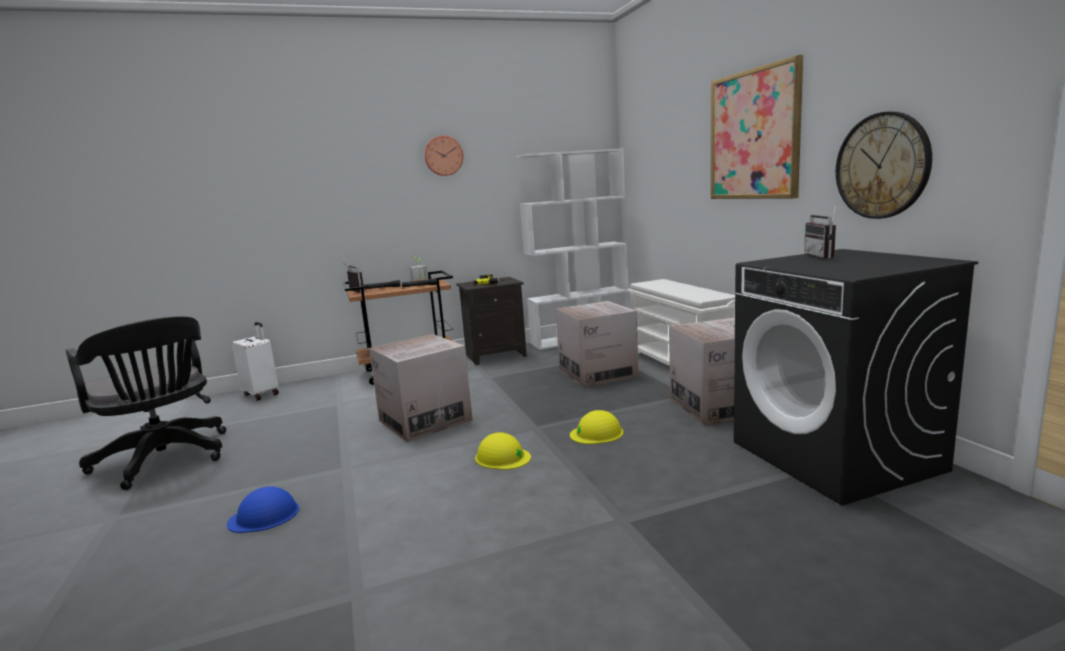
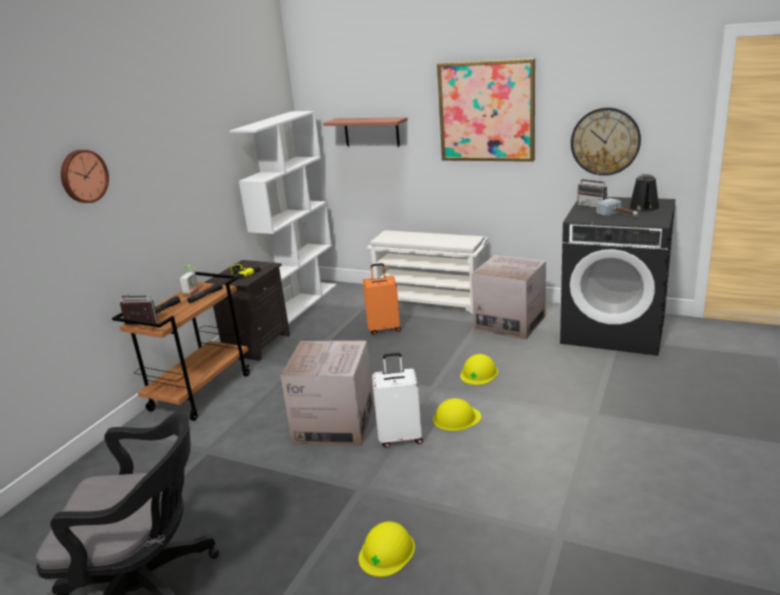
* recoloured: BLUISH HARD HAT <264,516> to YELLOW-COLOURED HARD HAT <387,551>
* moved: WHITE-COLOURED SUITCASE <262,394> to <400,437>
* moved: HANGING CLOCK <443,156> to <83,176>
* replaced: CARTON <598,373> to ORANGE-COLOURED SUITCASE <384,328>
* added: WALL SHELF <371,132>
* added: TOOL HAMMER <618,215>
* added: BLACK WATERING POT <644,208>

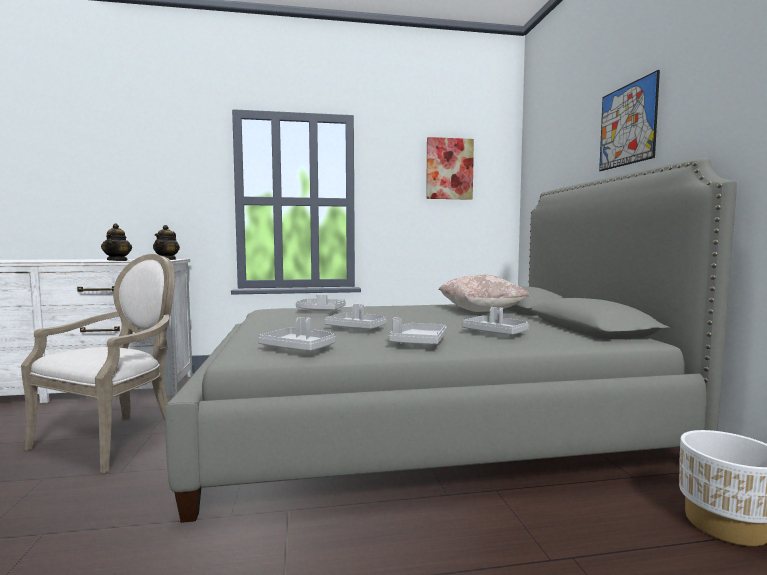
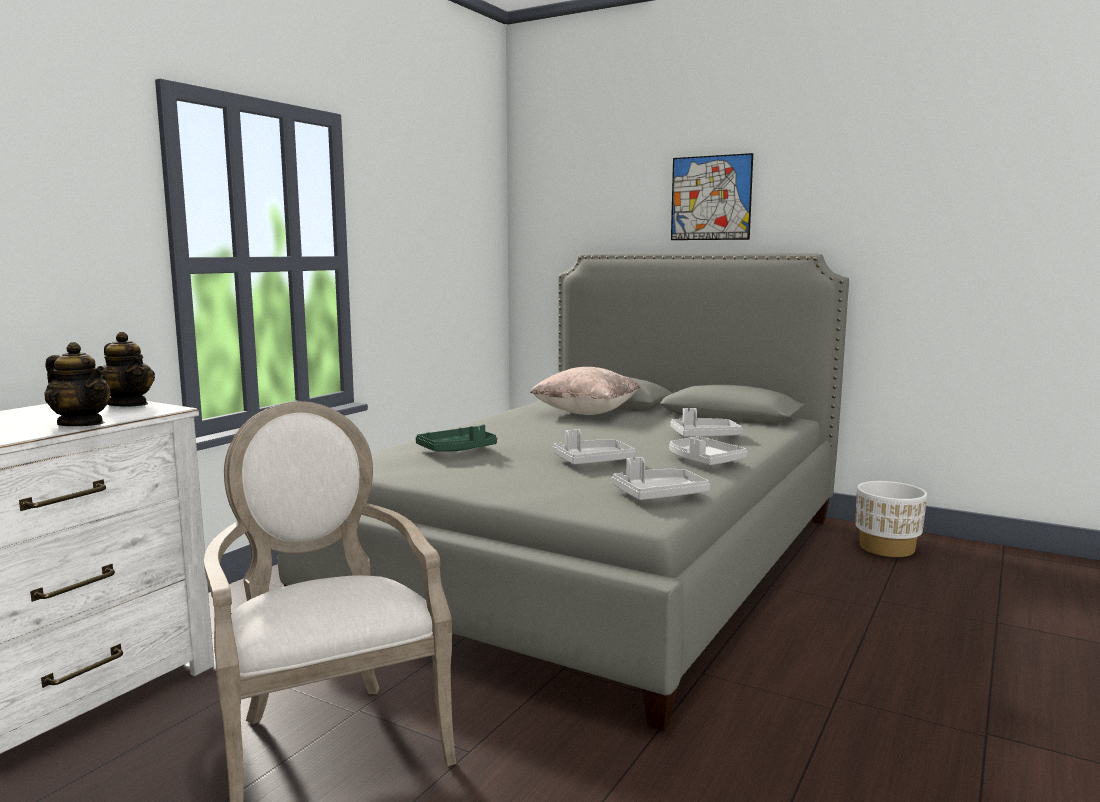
* recoloured: GRAY SERVING TRAY <320,311> to GREEN-COLOURED SERVING TRAY <457,450>
* removed: WALL PICTURE <449,169>

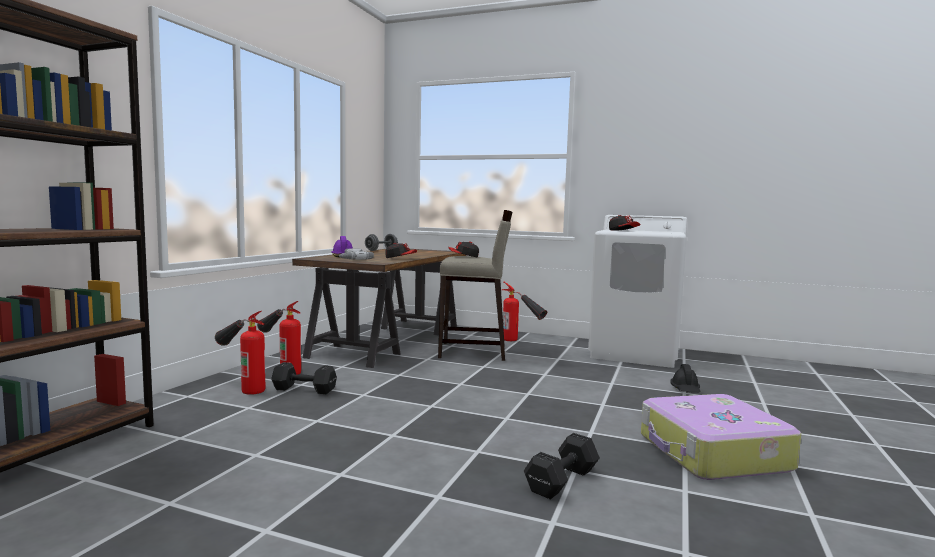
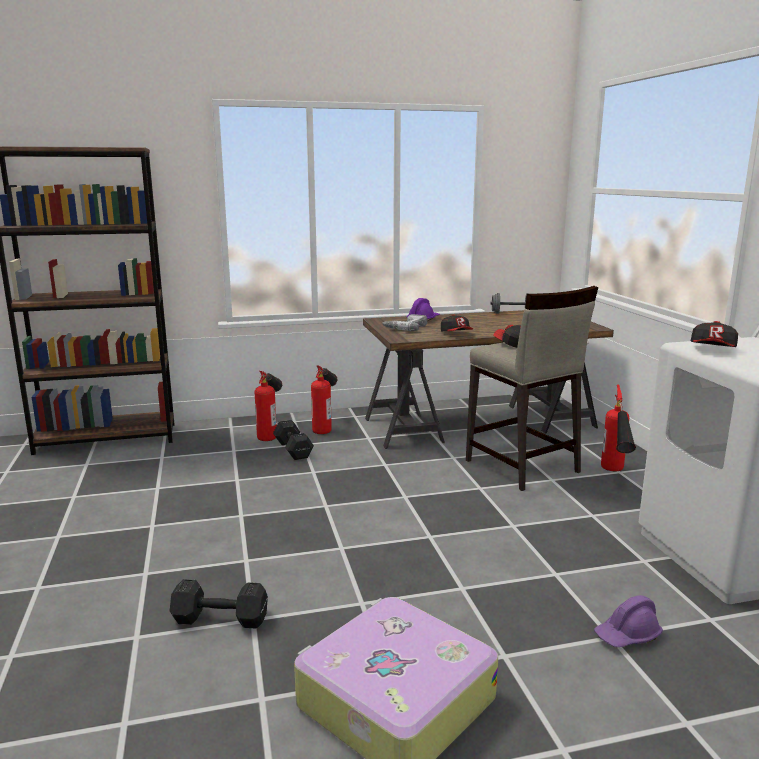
* recoloured: BLACK HARD HAT <685,390> to PURPLE-COLOURED HARD HAT <627,635>

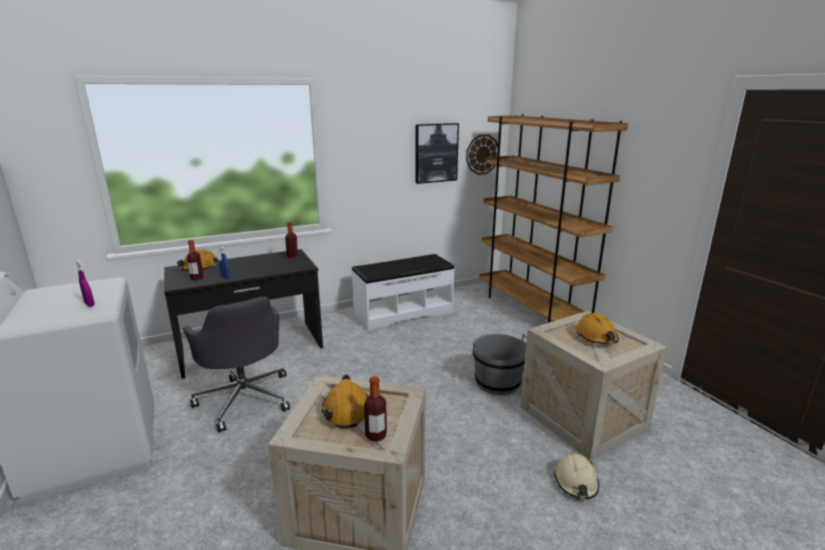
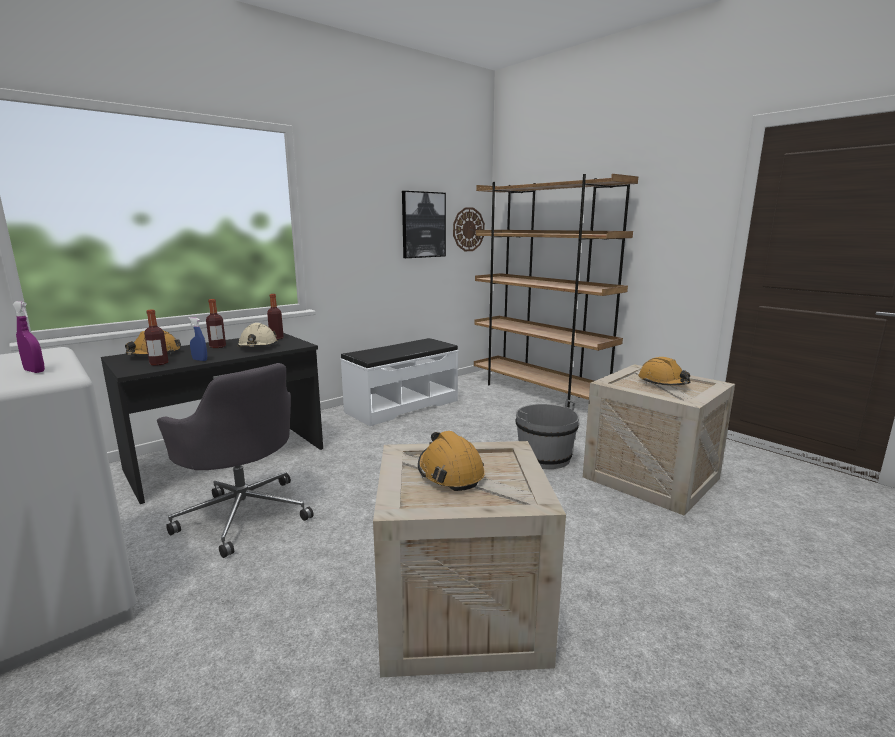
* moved: DRINK BOTTLE <376,435> to <217,346>
* moved: BEIGE-COLOURED HARD HAT <576,482> to <258,346>

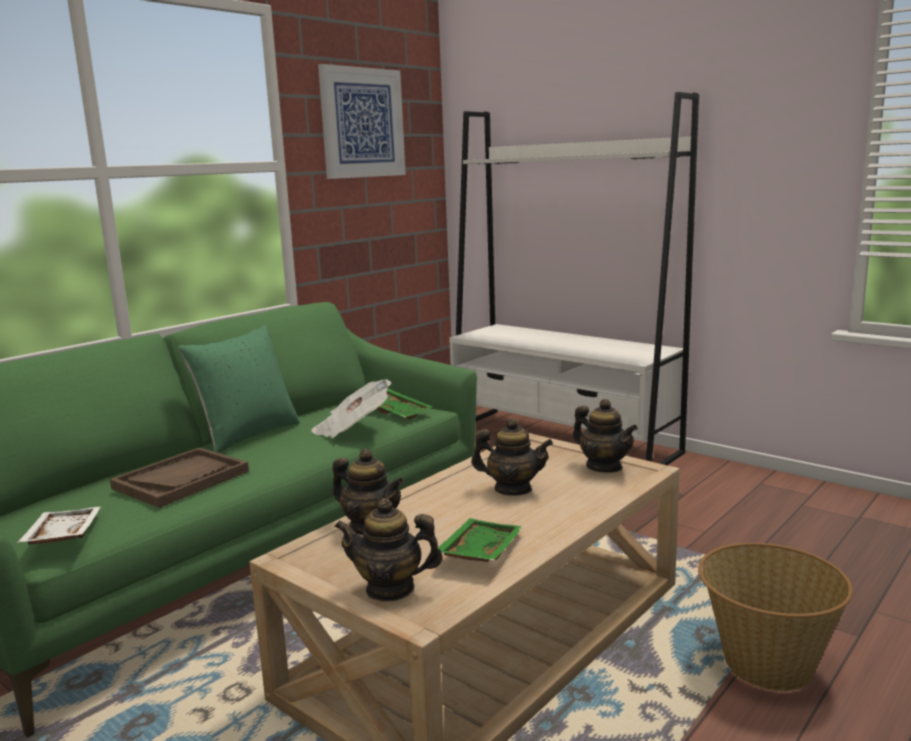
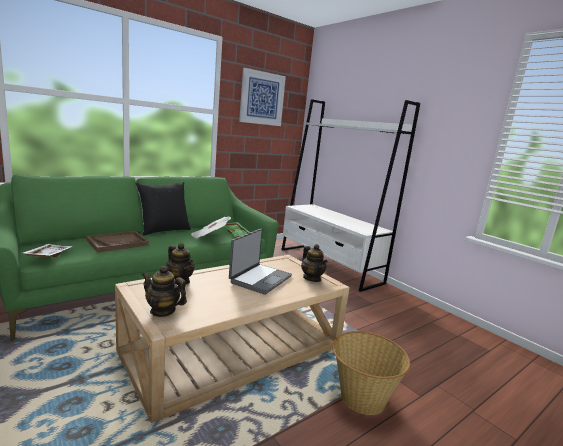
* recoloured: GREEN-COLOURED PILLOW <247,435> to BLACK PILLOW <164,230>
* removed: GREEN-COLOURED SERVING TRAY <479,552>
* replaced: TEA POT <512,489> to NOTEBOOK COMPUTER <260,279>

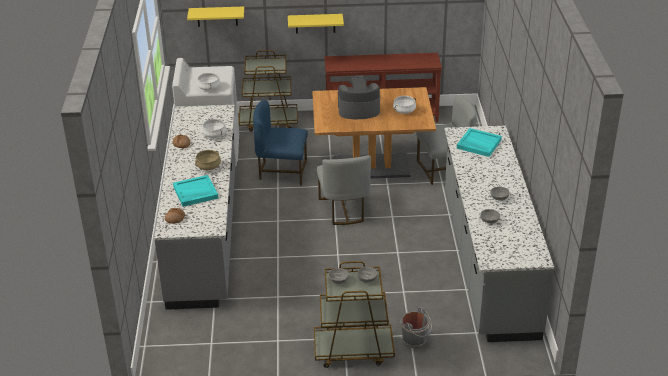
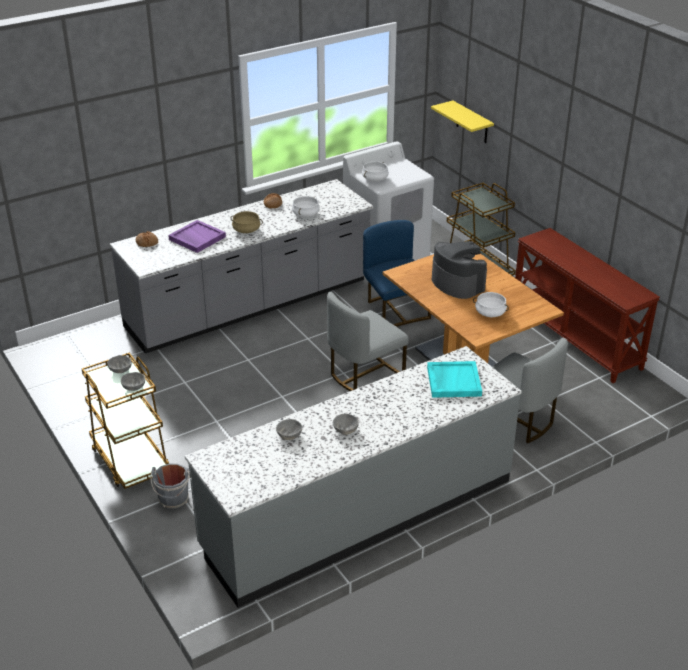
* recoloured: TURQUOISE-COLOURED SERVING TRAY <195,192> to PURPLE-COLOURED SERVING TRAY <196,238>
* removed: YELLOW-COLOURED WALL SHELF <315,23>

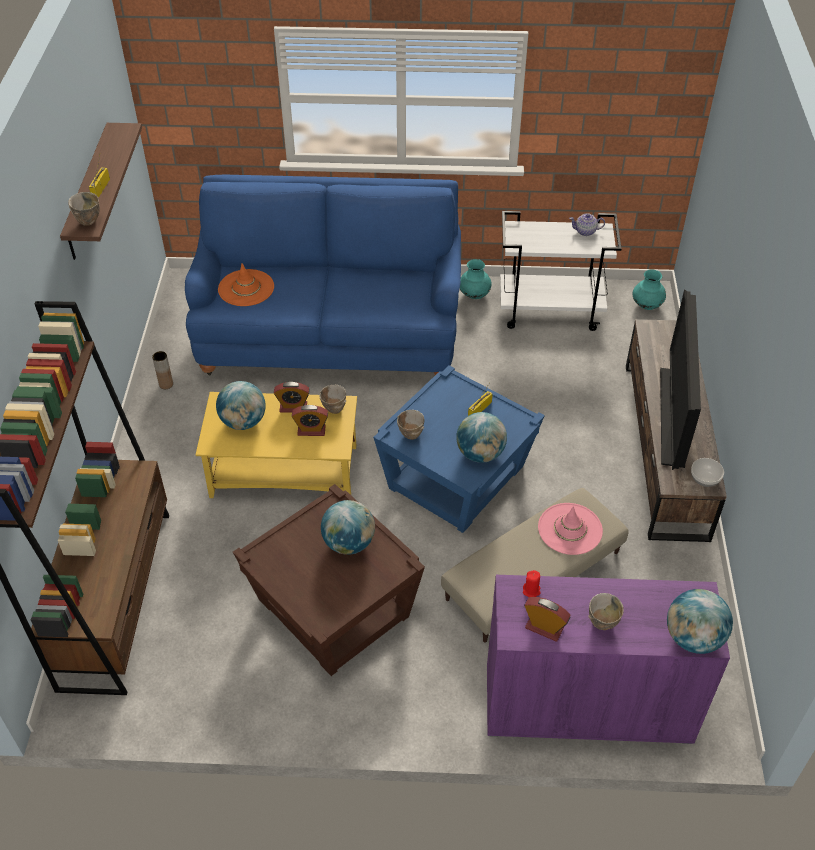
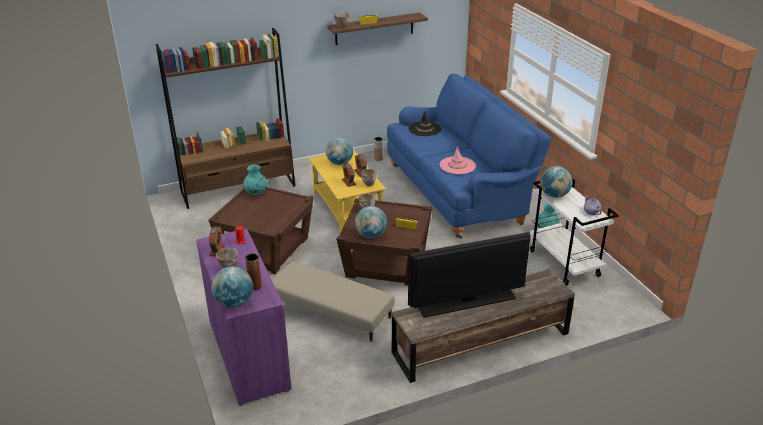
* recoloured: ORANGE-COLOURED HAT <246,288> to BLACK HAT <425,129>
* moved: WORLD GLOBE <349,543> to <554,195>
* recoloured: BLUISH SIDE TABLE <457,478> to BROWNISH SIDE TABLE <385,264>
* moved: PINK-COLOURED HAT <570,529> to <457,165>
* moved: TURQUOISE-COLOURED FLOWER VASE <647,306> to <256,193>
* removed: BOWL <705,479>
* added: BROWNISH FLOWER VASE <255,286>

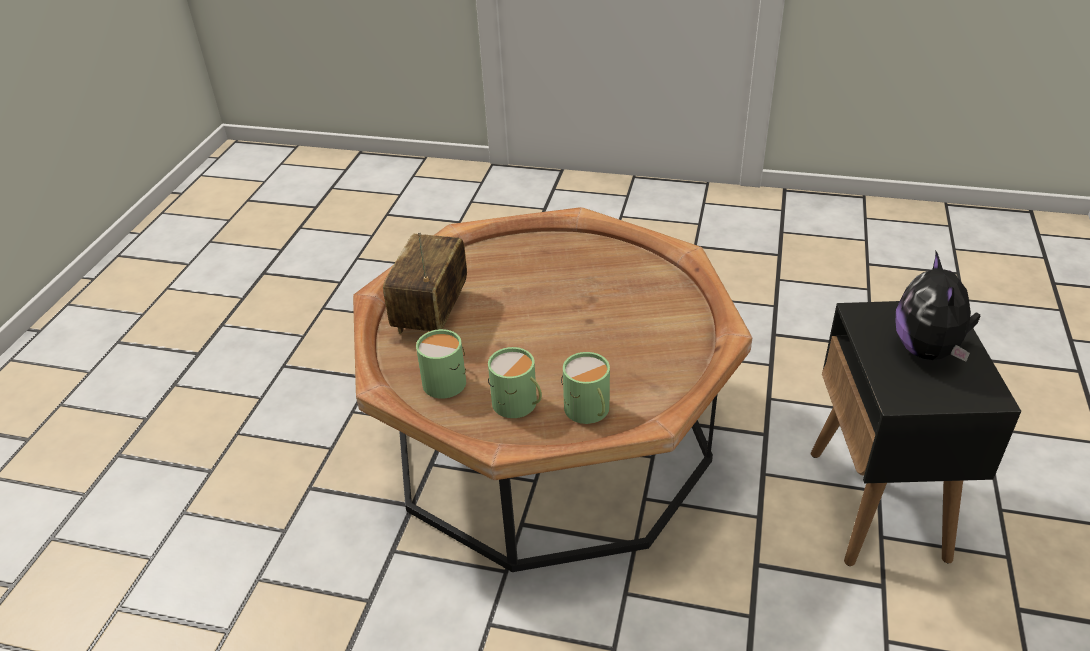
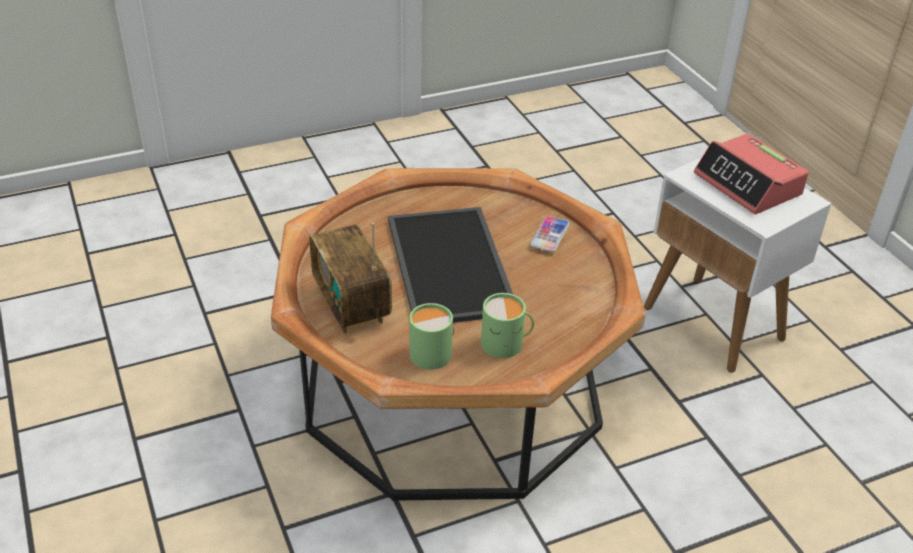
* removed: GREEN-COLOURED COFFEE MUG <588,411>
* recoloured: BLACK SIDE TABLE <878,506> to WHITE-COLOURED SIDE TABLE <714,324>
* replaced: CUDDLY TOY <928,350> to ALARM CLOCK <748,185>
* added: SERVING TRAY <453,266>
* added: TELEPHONE <550,235>

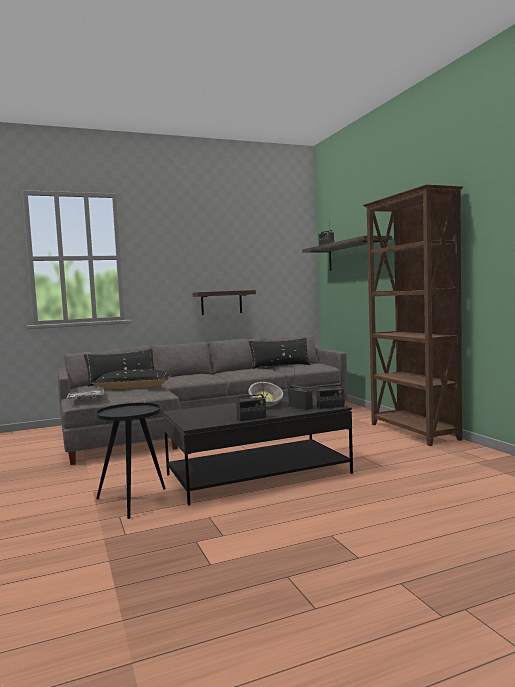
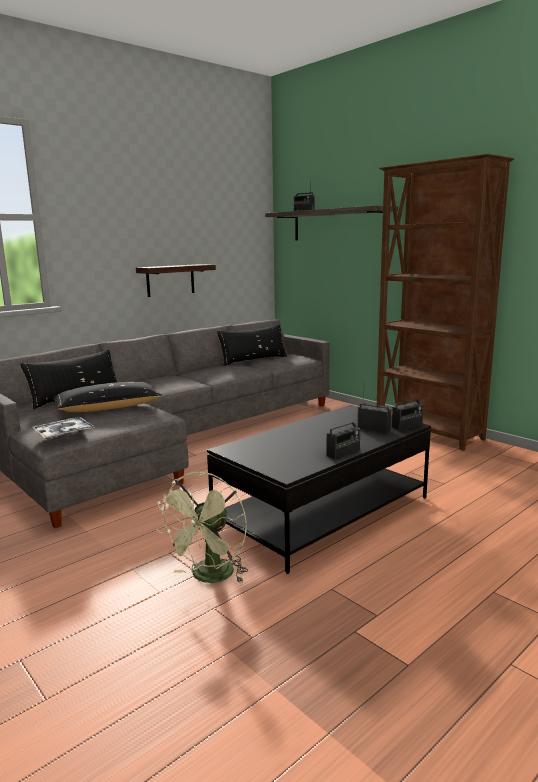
* replaced: BLACK SIDE TABLE <134,501> to GREEN-COLOURED COOLING FAN <209,577>
* removed: BOWL <266,406>

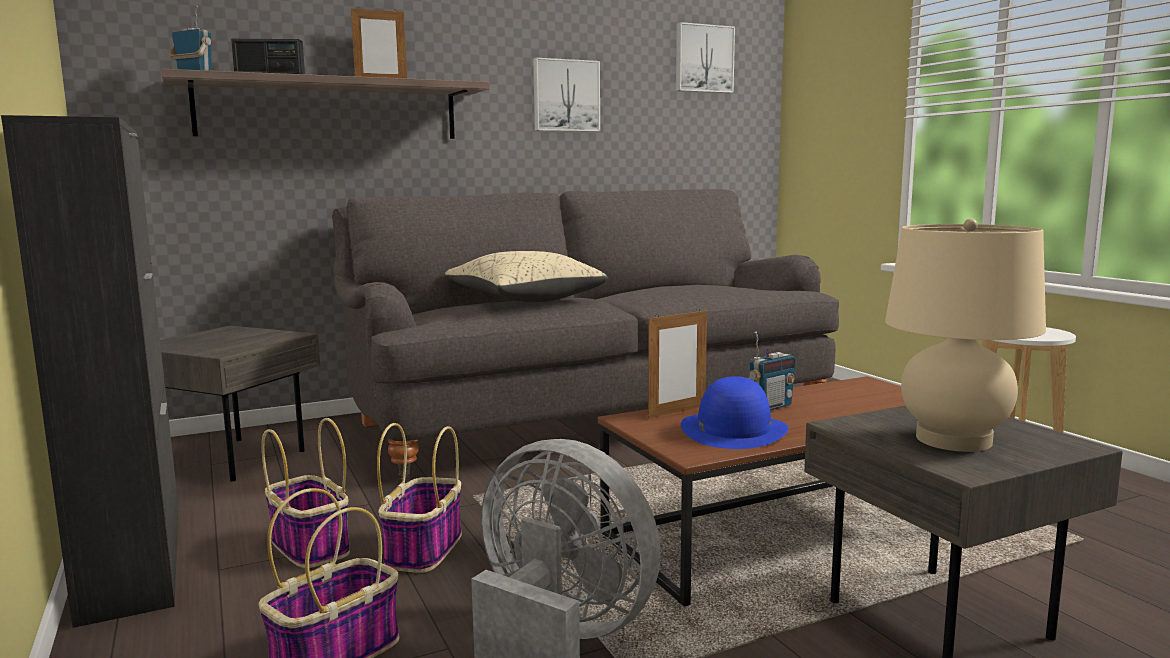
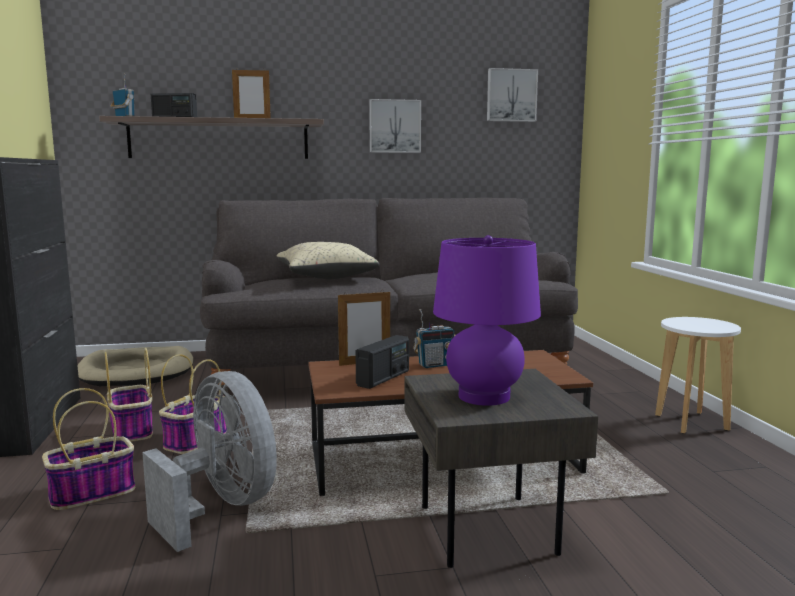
* replaced: GRAY SIDE TABLE <236,457> to BEIGE-COLOURED DOG BED <137,371>
* replaced: BLUISH HAT <733,430> to RADIO SET <383,378>
* recoloured: BEIGE-COLOURED TABLETOP LAMP <953,440> to PURPLE-COLOURED TABLETOP LAMP <484,396>

